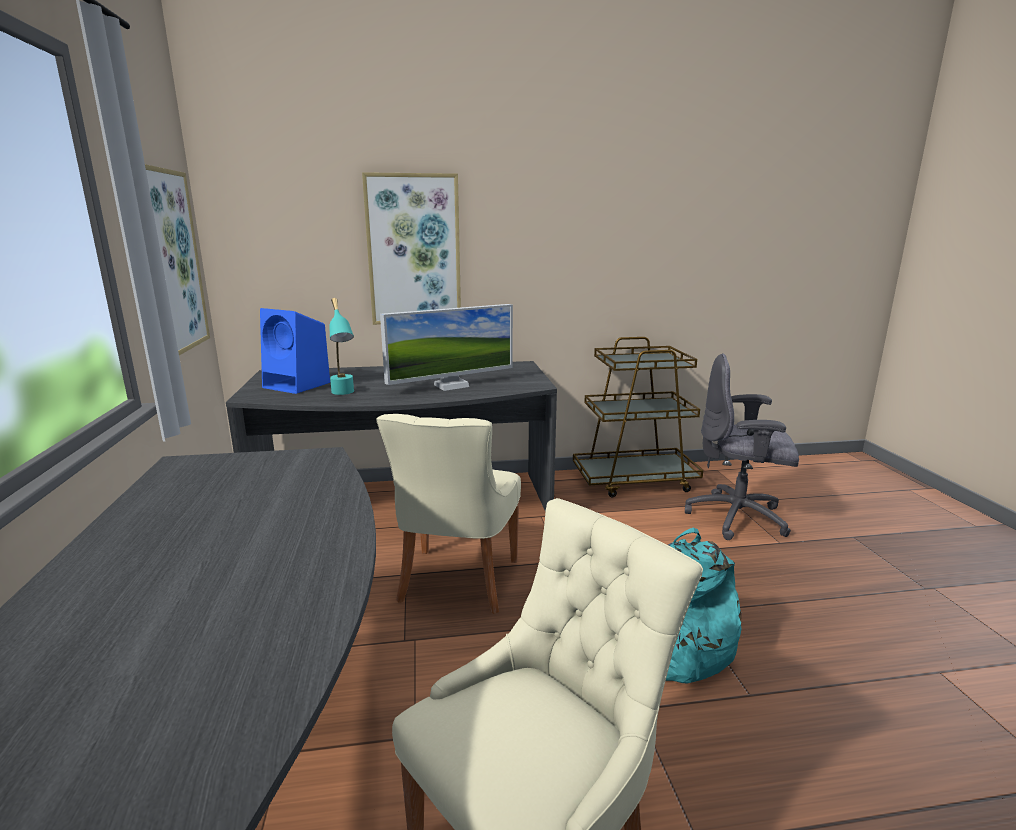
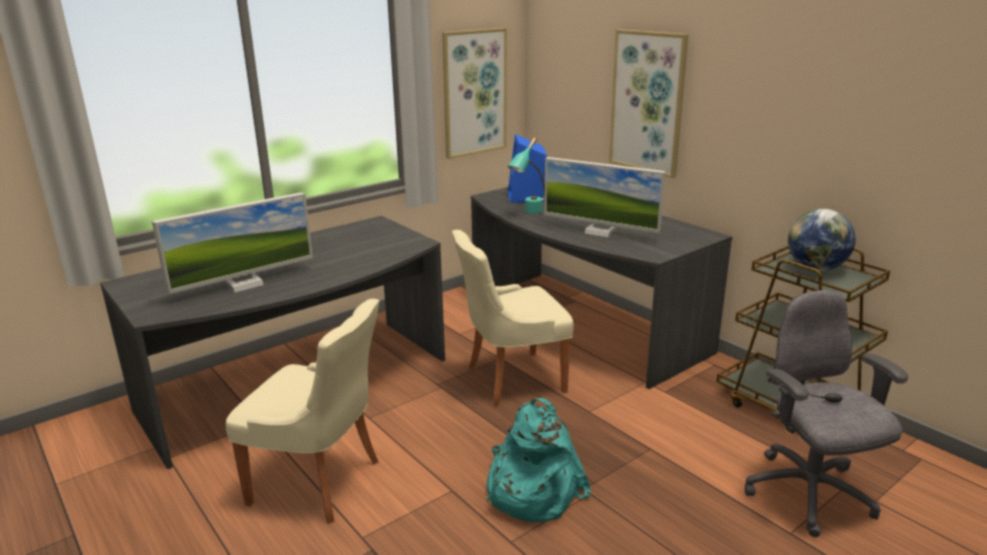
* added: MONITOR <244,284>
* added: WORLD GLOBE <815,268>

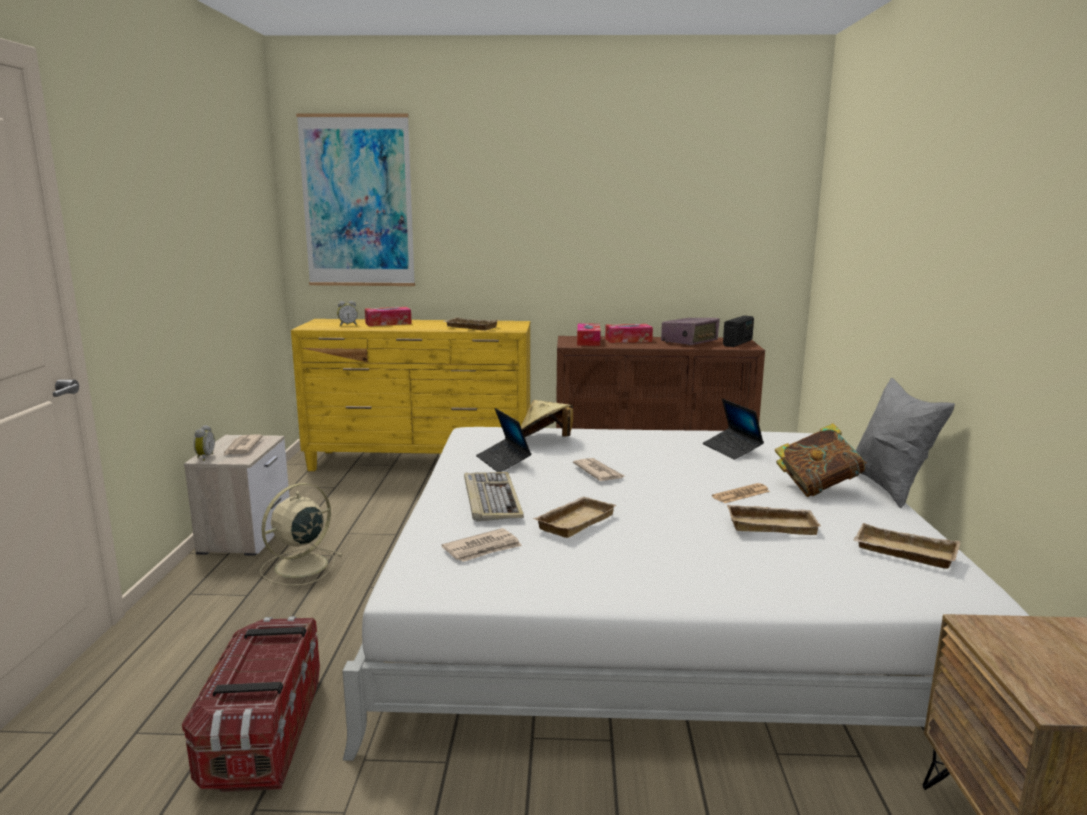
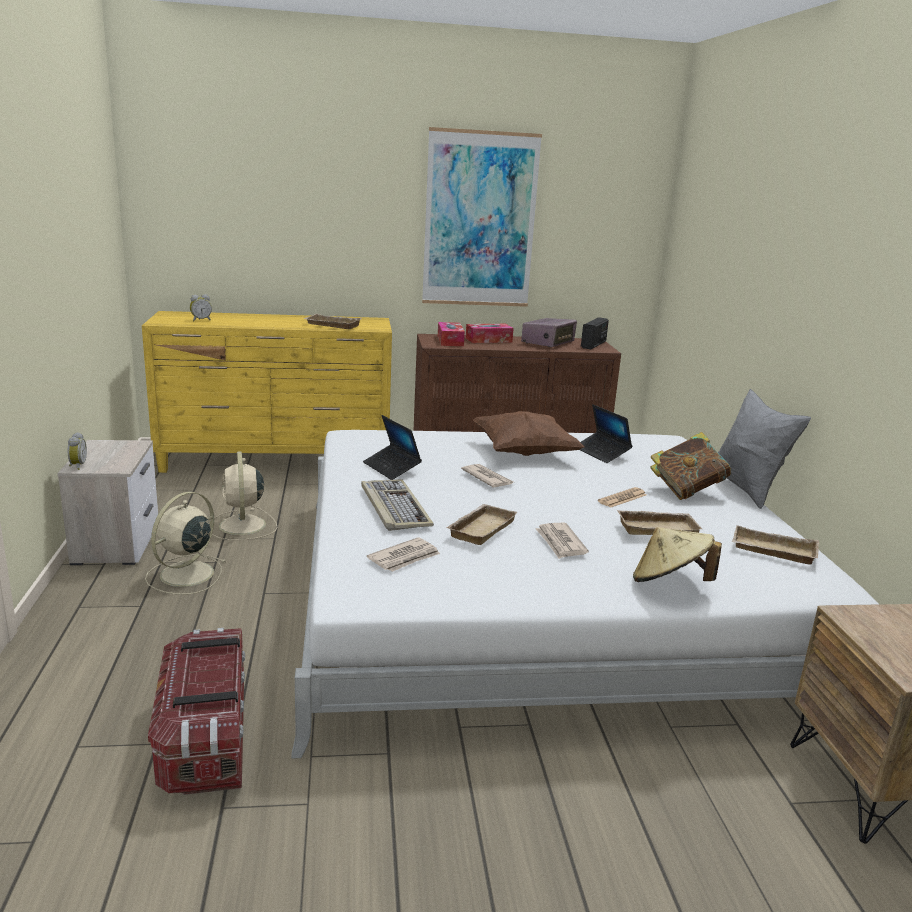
* moved: NEWSPAPER <242,447> to <560,543>
* moved: WALL PICTURE <357,202> to <480,220>
* removed: BOX OF TISSUES <388,323>
* moved: BEIGE-COLOURED HAT <545,440> to <669,582>
* added: BEIGE-COLOURED COOLING FAN <242,526>
* added: BROWNISH PILLOW <524,452>

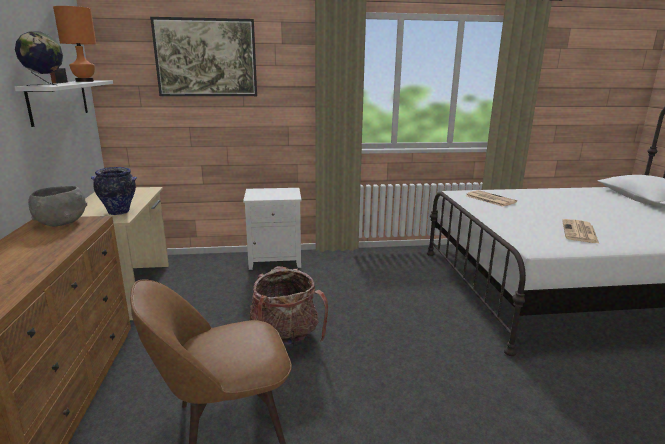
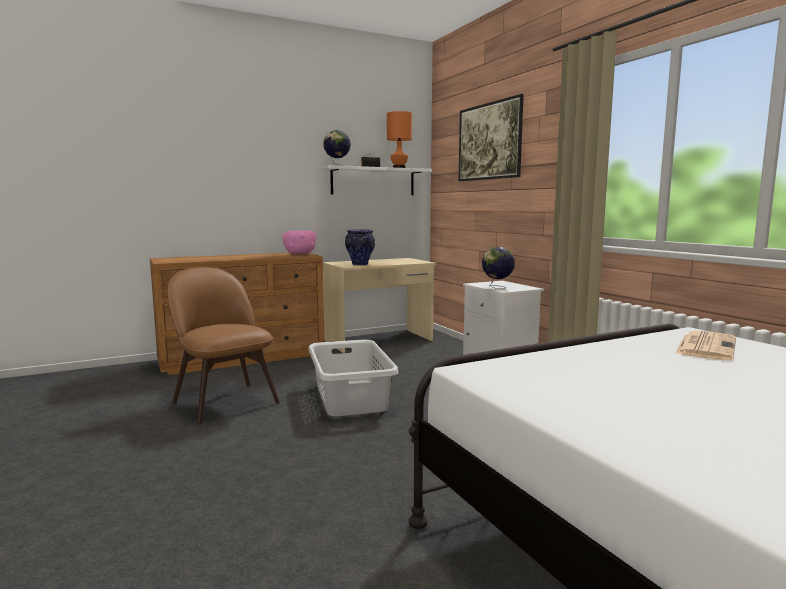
* recoloured: GRAY BOWL <61,223> to PINK-COLOURED BOWL <299,254>
* replaced: RUCKSACK <285,340> to GRAY WASHING BASKET <350,397>
* removed: NEWSPAPER <580,232>
* added: WORLD GLOBE <497,287>

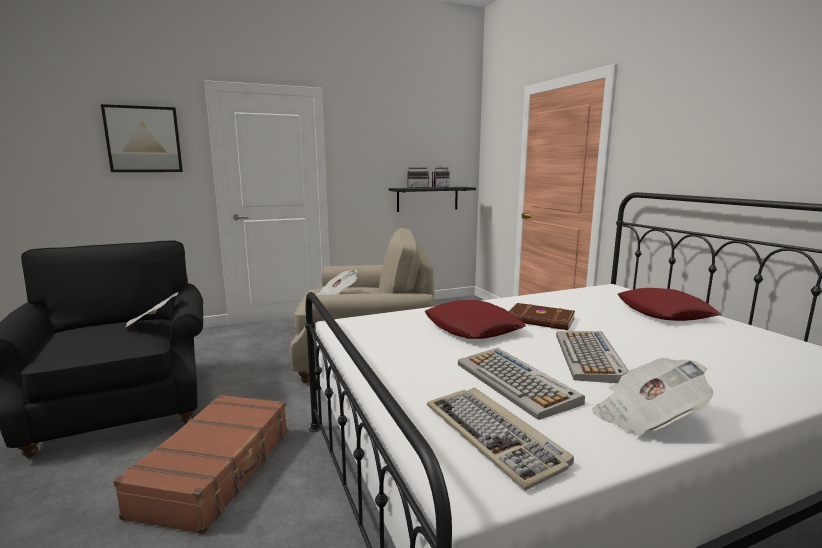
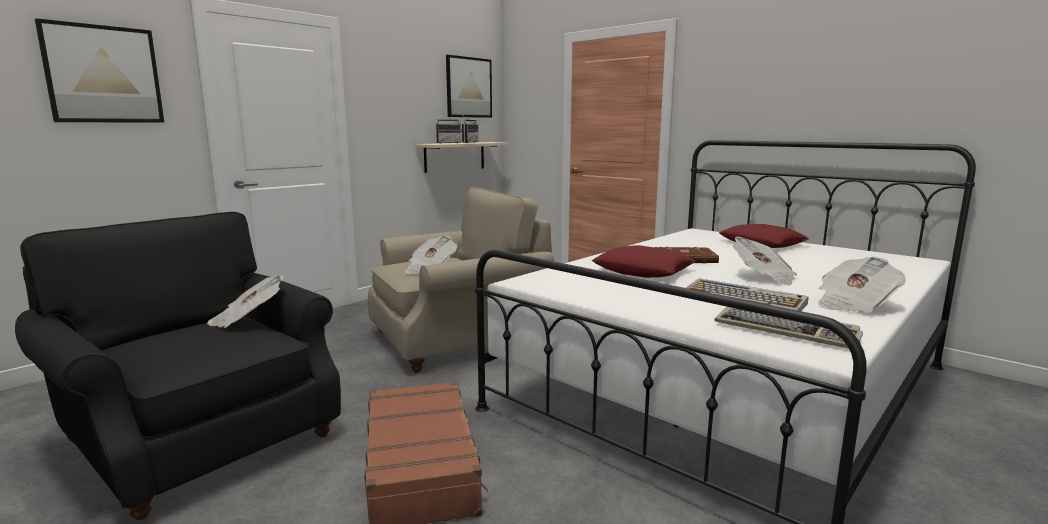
* recoloured: BLACK WALL SHELF <427,199> to BEIGE-COLOURED WALL SHELF <454,156>
* replaced: KEYBOARD <590,357> to NEWSPAPER <763,277>
* added: WALL PICTURE <469,87>

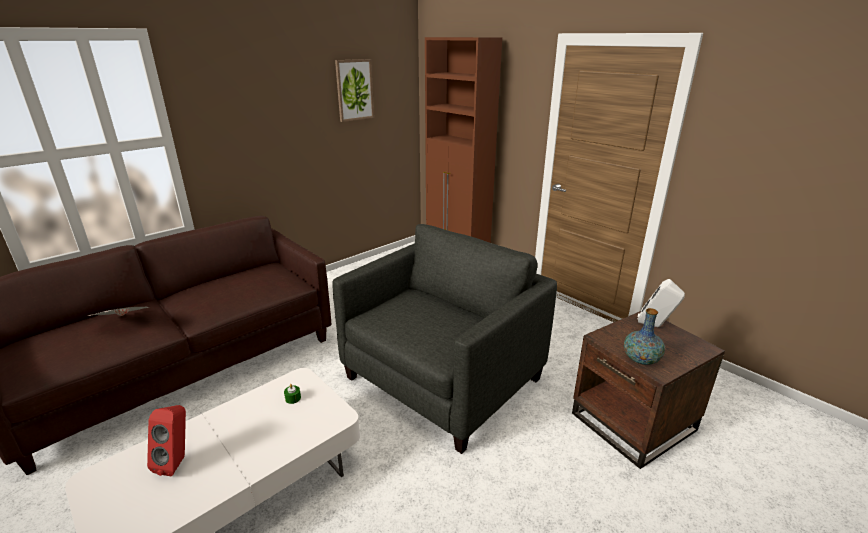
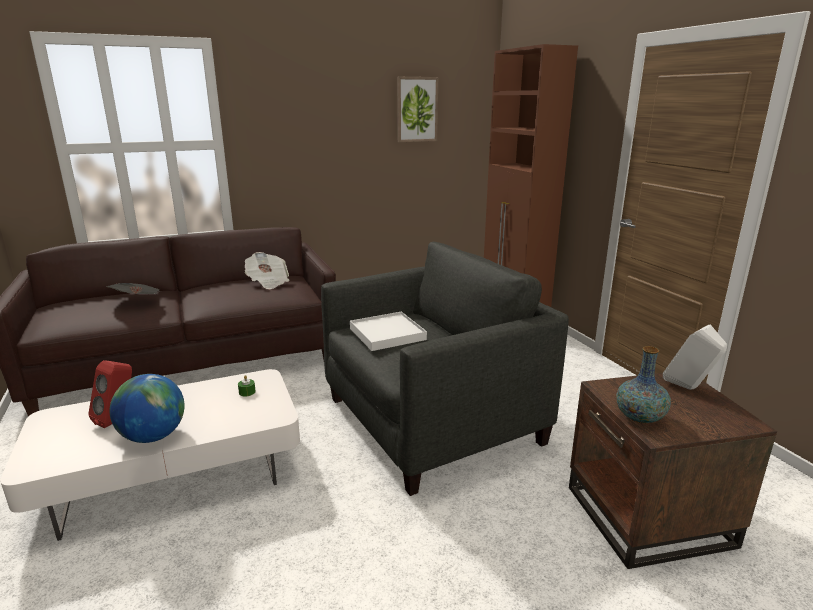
* added: WORLD GLOBE <153,436>
* added: NEWSPAPER <268,282>
* added: WHITE-COLOURED SERVING TRAY <387,334>

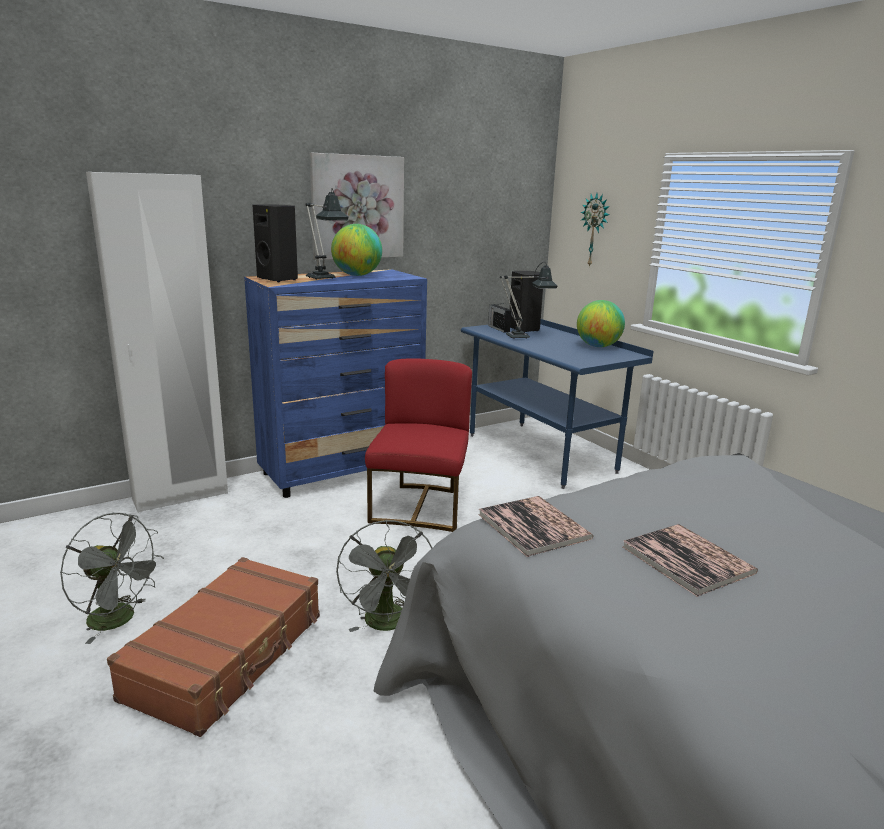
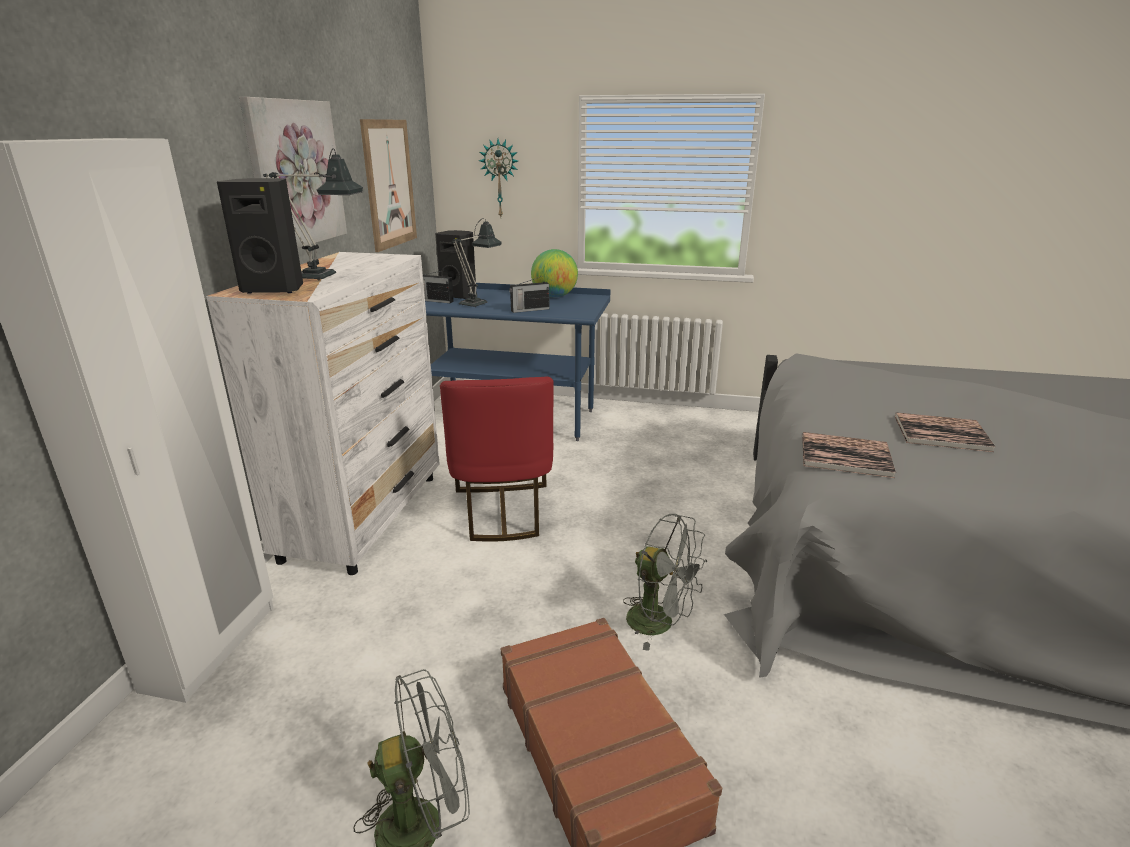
* recoloured: BLUISH DRAWER CHEST <343,471> to WHITE-COLOURED DRAWER CHEST <365,516>
* removed: WORLD GLOBE <357,275>
* turned: REDDISH UPRIGHT CHAIR <420,507> = <502,512> 150 degrees counterclockwise
* added: WALL PICTURE <389,184>
* added: RADIO SET <529,310>

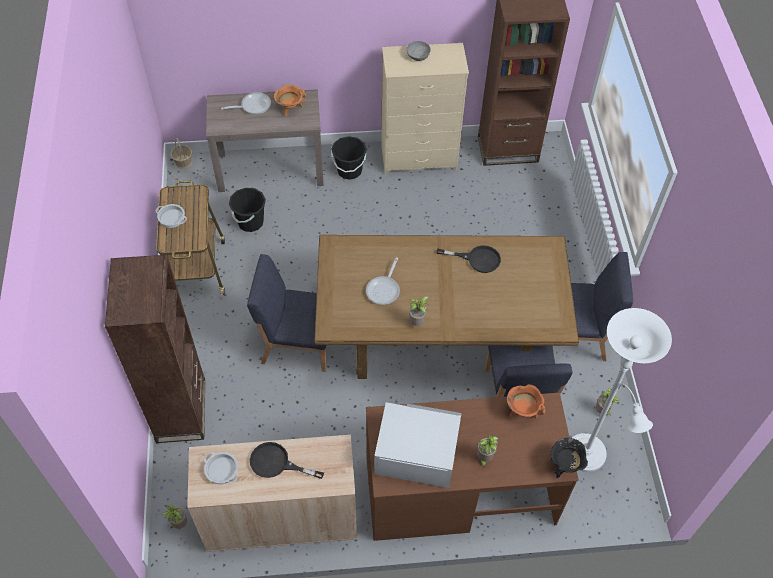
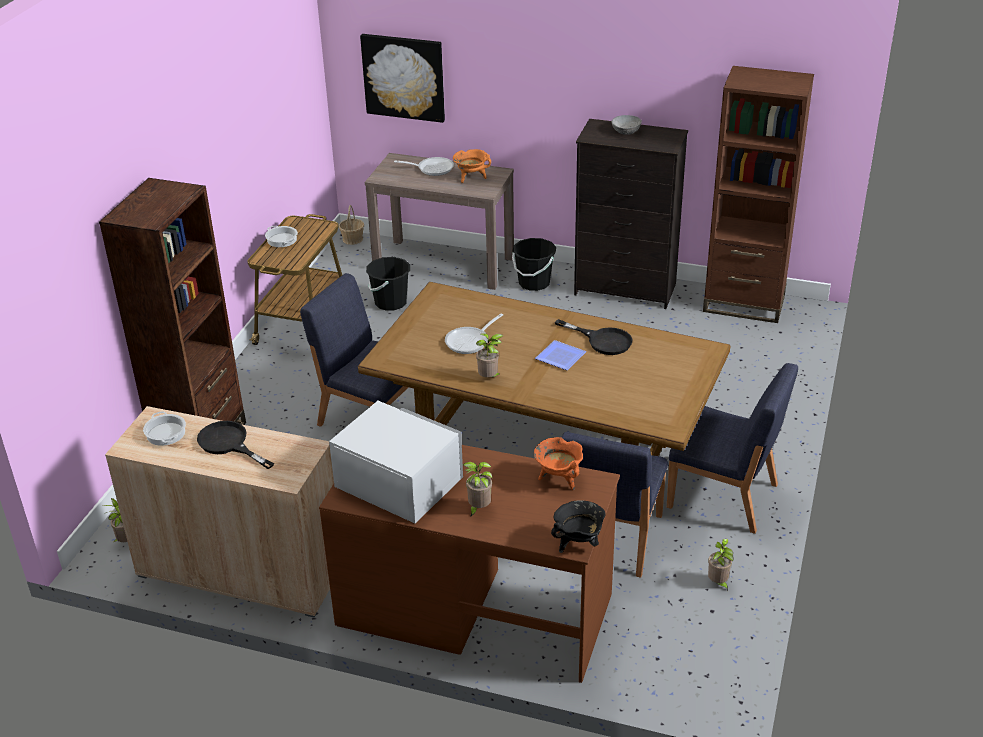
* recoloured: BEIGE-COLOURED DRAWER CHEST <419,159> to BLACK DRAWER CHEST <626,290>
* removed: WHITE-COLOURED FLOOR LAMP <589,458>
* added: WALL PICTURE <404,77>
* added: DINNER PLATE <560,356>

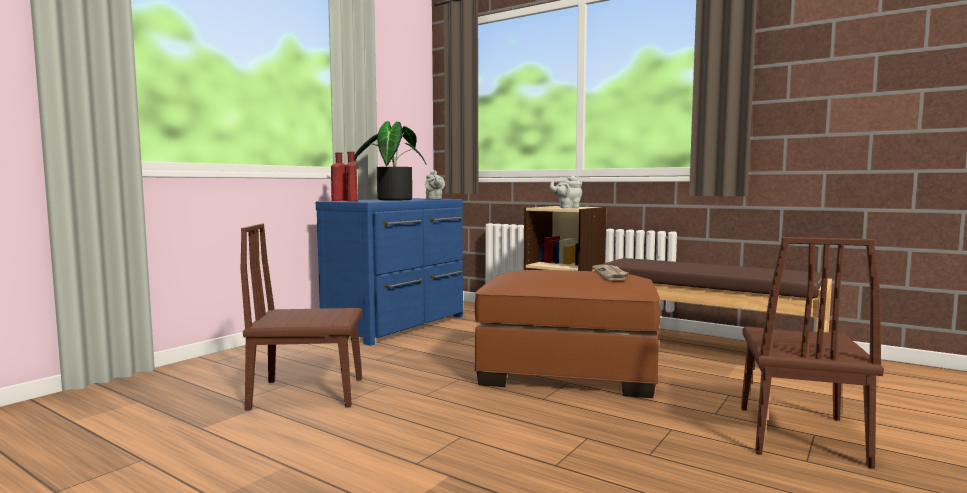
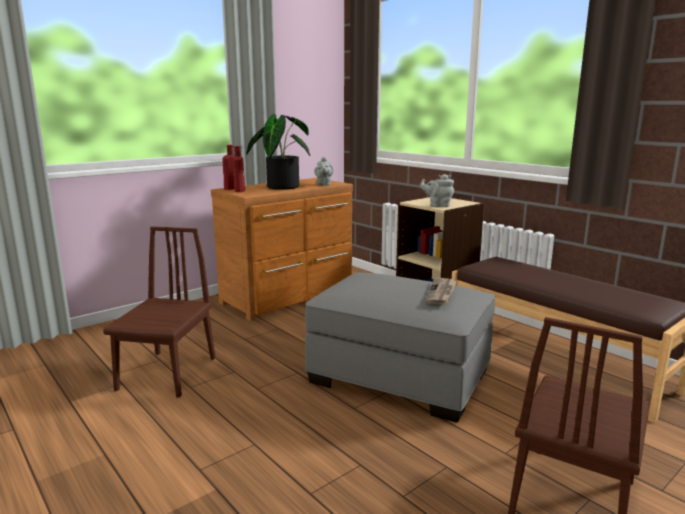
* turned: BROWNISH UPRIGHT CHAIR <308,393> = <167,373> 90 degrees clockwise
* recoloured: BLUISH DRAWER CHEST <400,325> to BROWNISH DRAWER CHEST <290,297>
* recoloured: BROWNISH POUFFE <566,371> to GRAY POUFFE <398,375>

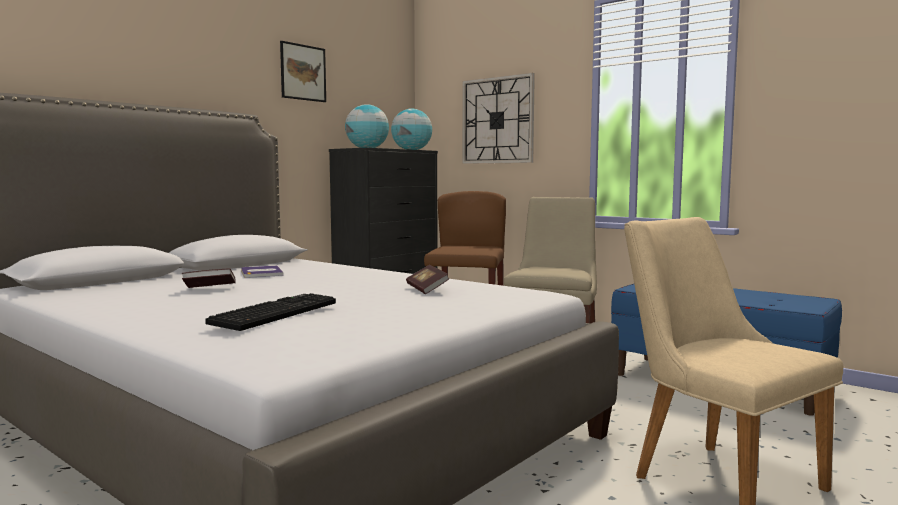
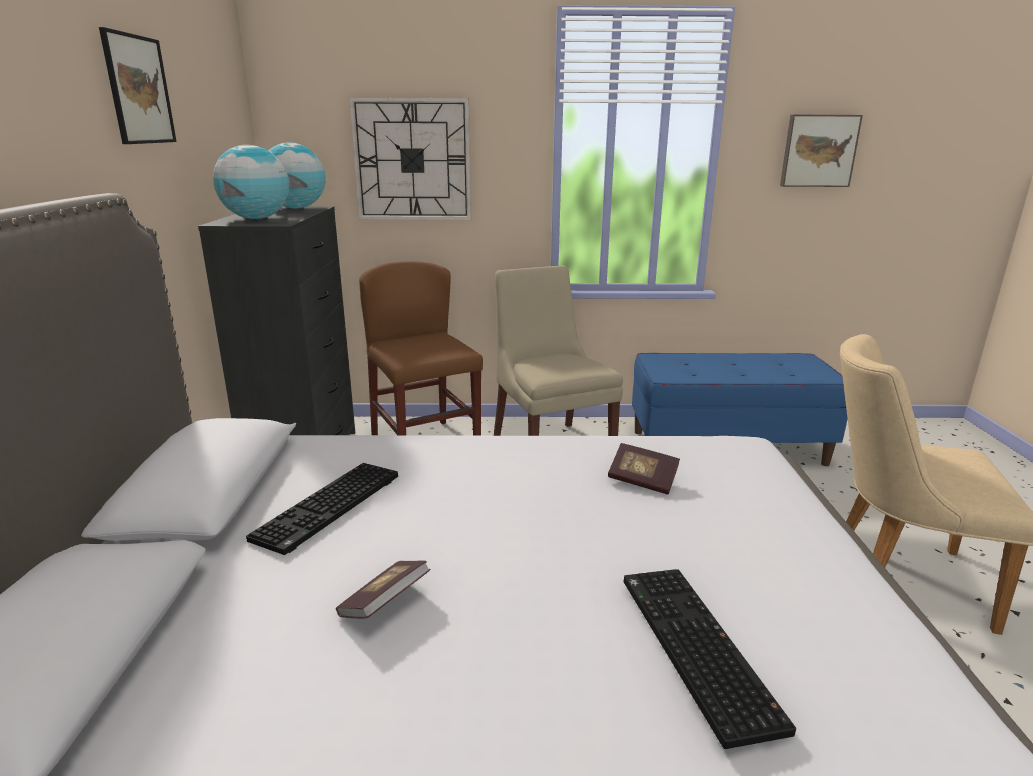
* replaced: BOUND BOOK <261,273> to KEYBOARD <329,508>
* added: WALL PICTURE <818,151>

